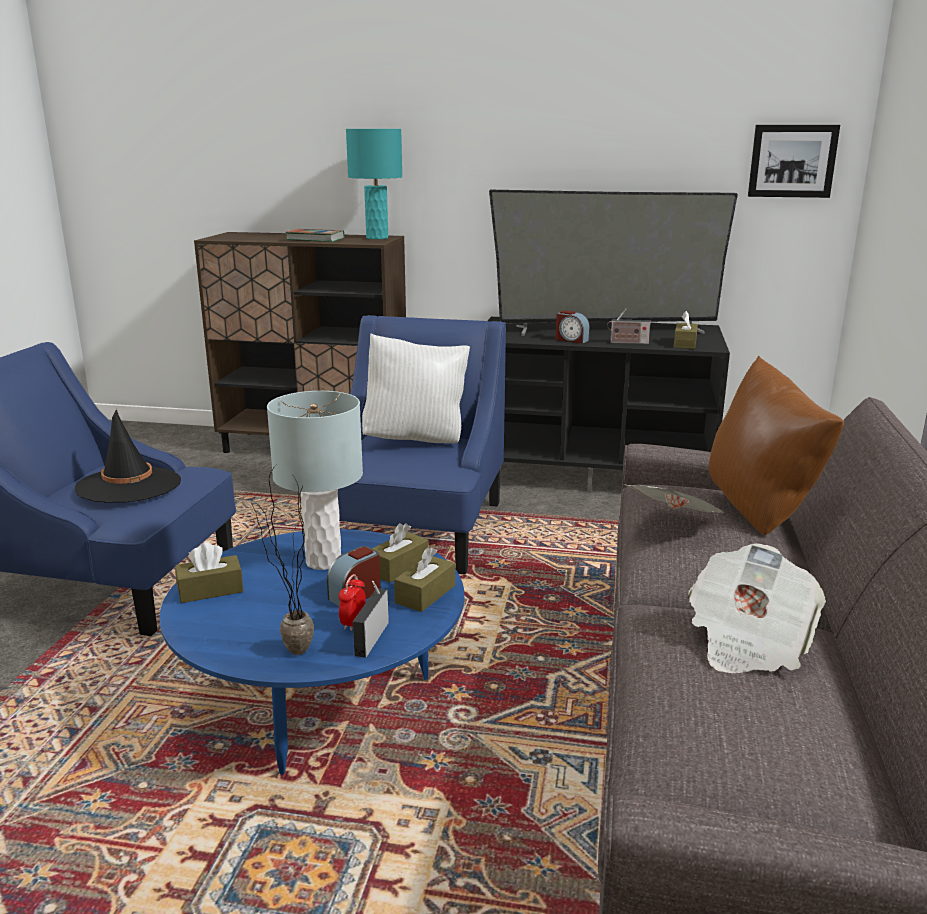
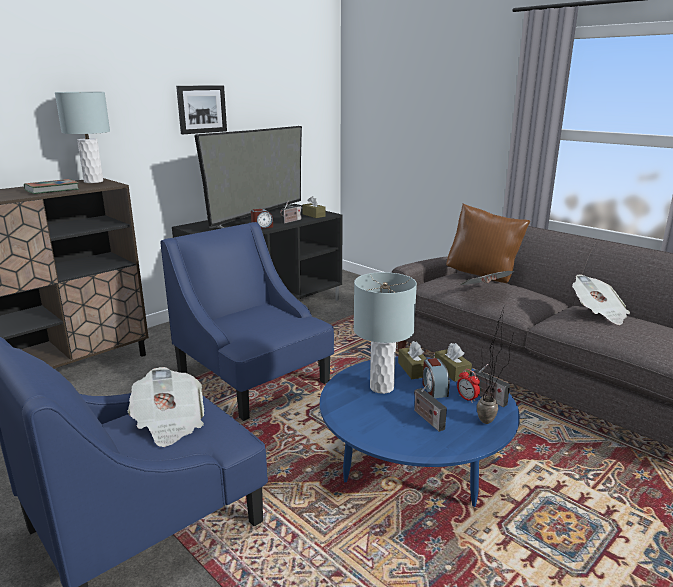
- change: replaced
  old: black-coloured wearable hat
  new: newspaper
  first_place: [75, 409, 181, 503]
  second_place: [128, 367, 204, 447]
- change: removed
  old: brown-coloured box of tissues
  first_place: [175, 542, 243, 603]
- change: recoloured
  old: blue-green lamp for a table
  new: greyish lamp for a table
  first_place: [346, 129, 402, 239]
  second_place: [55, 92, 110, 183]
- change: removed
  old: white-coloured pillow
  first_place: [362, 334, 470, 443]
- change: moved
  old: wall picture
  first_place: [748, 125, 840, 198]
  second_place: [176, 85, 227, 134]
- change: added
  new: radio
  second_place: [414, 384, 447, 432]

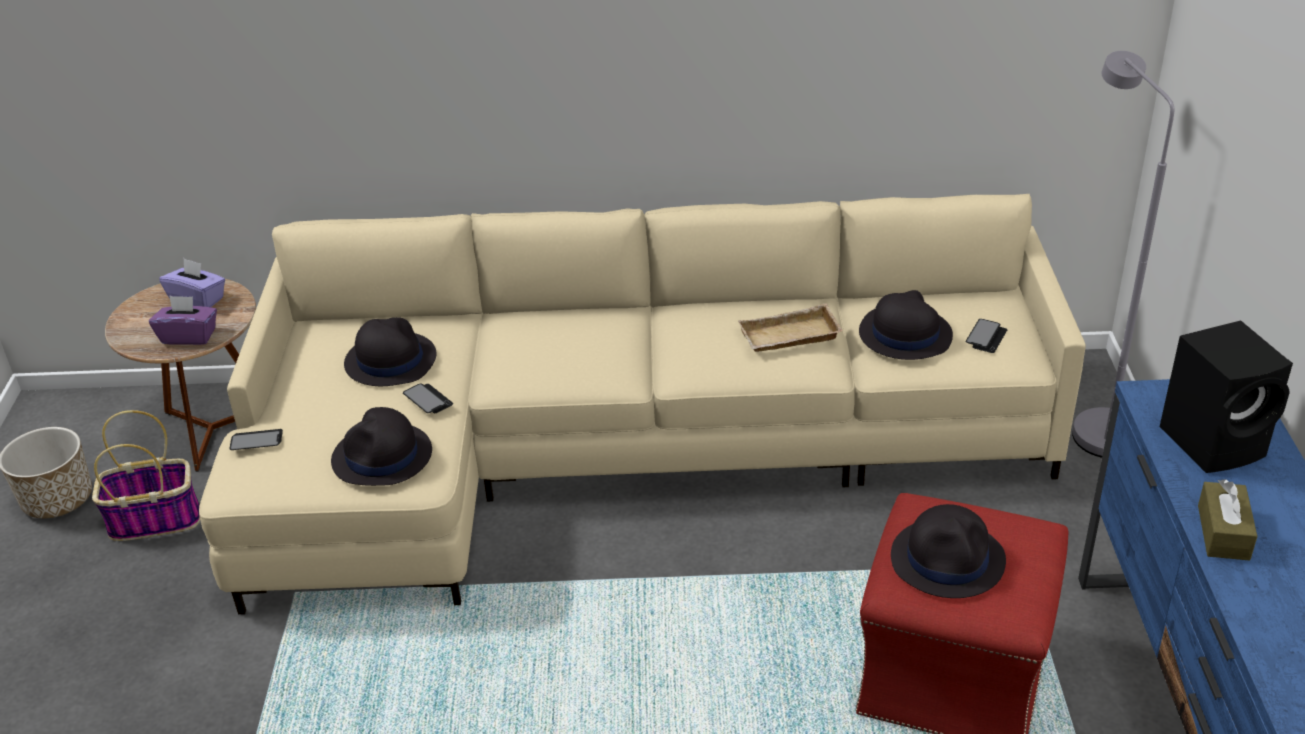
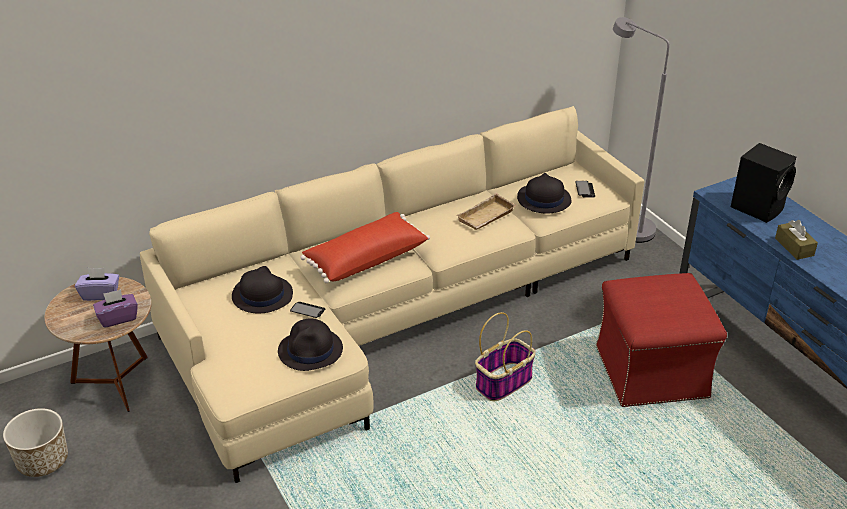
- change: moved
  old: storage basket
  first_place: [92, 410, 200, 541]
  second_place: [475, 312, 536, 401]
- change: removed
  old: phone
  first_place: [230, 429, 283, 450]
- change: removed
  old: black-coloured wearable hat
  first_place: [891, 504, 1006, 598]
- change: added
  new: red pillow
  second_place: [300, 212, 430, 283]

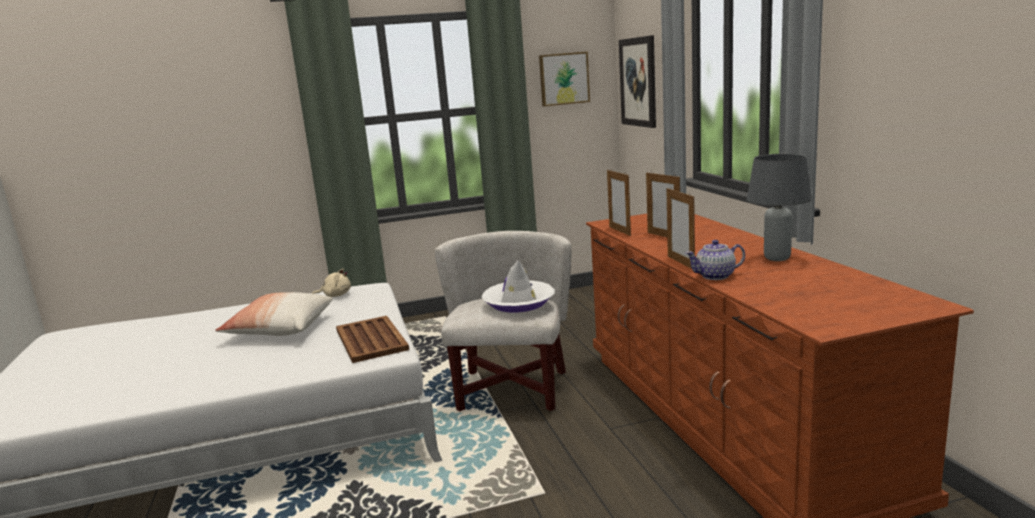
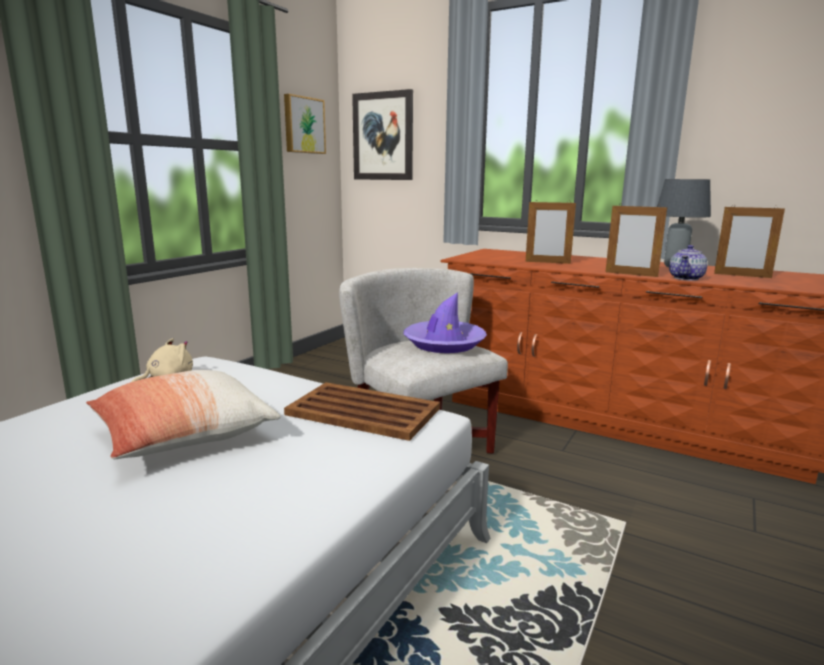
- change: recoloured
  old: white-coloured wearable hat
  new: purple-coloured wearable hat
  first_place: [482, 260, 555, 312]
  second_place: [404, 292, 487, 353]
- change: moved
  old: photo frame
  first_place: [607, 168, 631, 236]
  second_place: [714, 206, 785, 278]

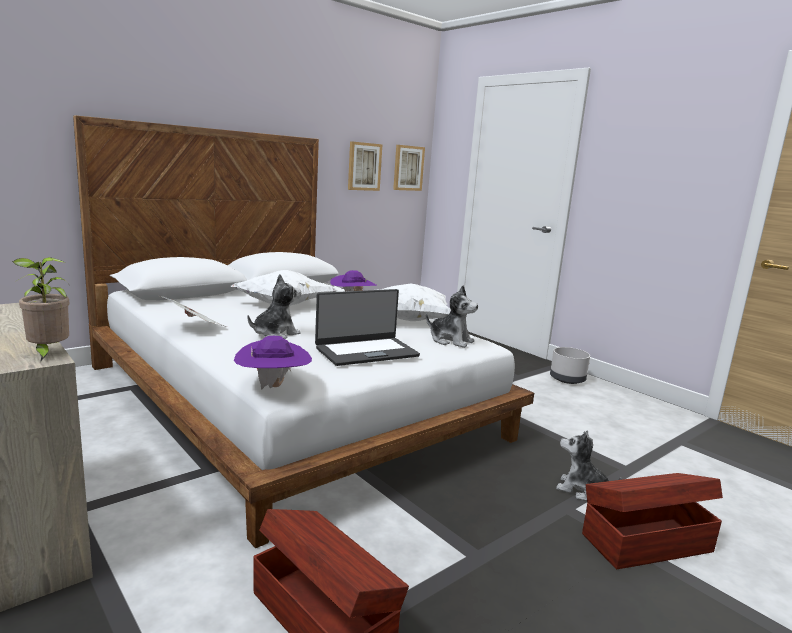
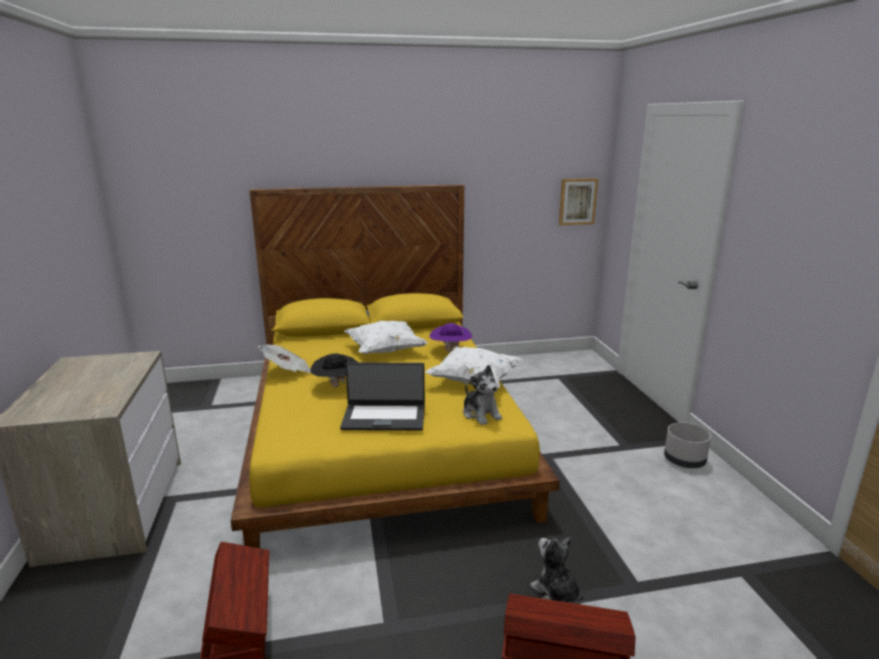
- change: removed
  old: potted plant
  first_place: [12, 257, 70, 362]
- change: recoloured
  old: white-coloured bedroom bed
  new: yellow bedroom bed
  first_place: [73, 115, 534, 548]
  second_place: [231, 184, 560, 548]
- change: removed
  old: purple-coloured wearable hat
  first_place: [234, 336, 312, 390]
- change: replaced
  old: cuddly toy
  new: black-coloured wearable hat
  first_place: [248, 274, 301, 339]
  second_place: [310, 353, 358, 387]
- change: removed
  old: wall picture
  first_place: [348, 141, 382, 191]

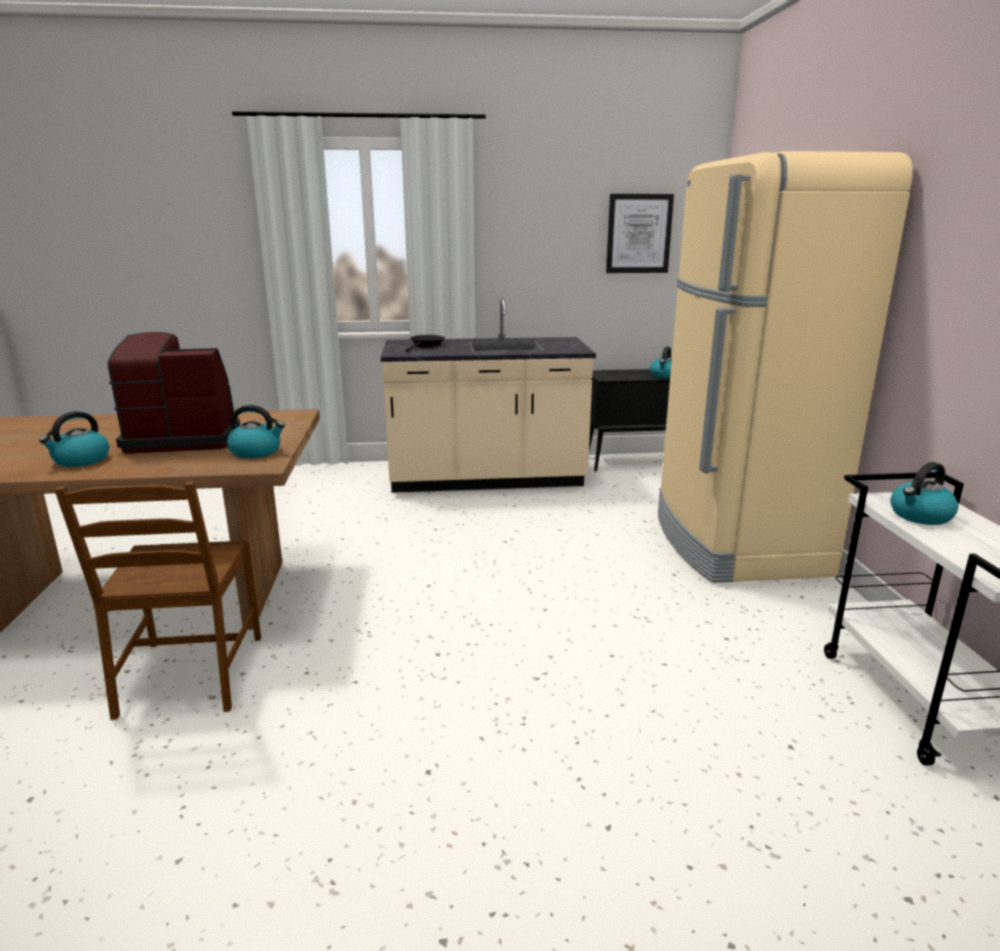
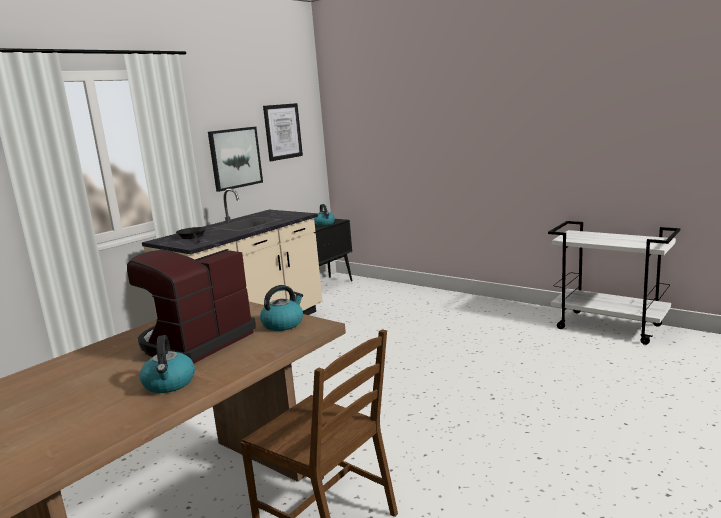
- change: removed
  old: beige-coloured fridge
  first_place: [658, 151, 913, 583]
- change: removed
  old: water kettle
  first_place: [890, 462, 958, 525]
- change: added
  new: wall picture
  second_place: [208, 127, 263, 192]

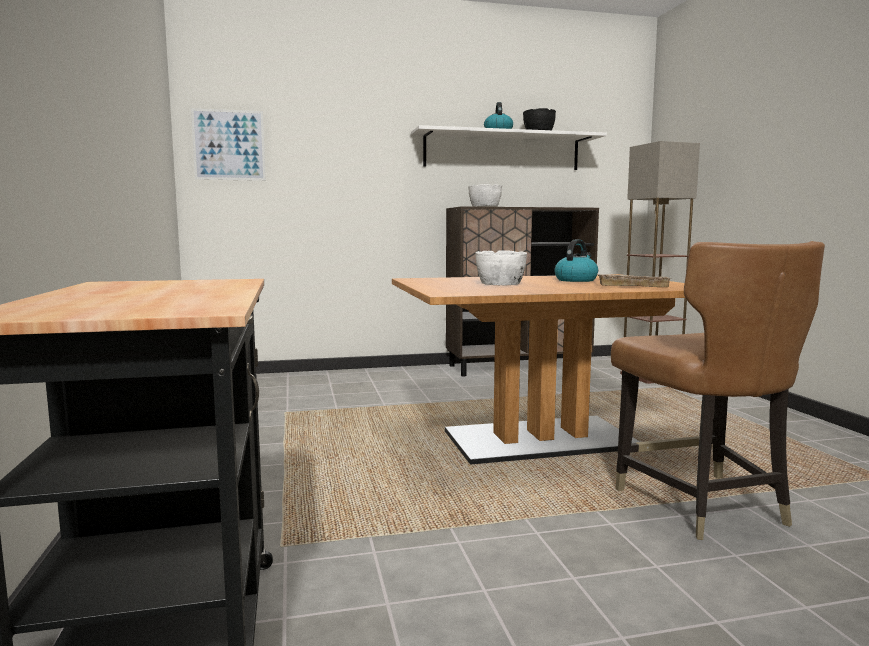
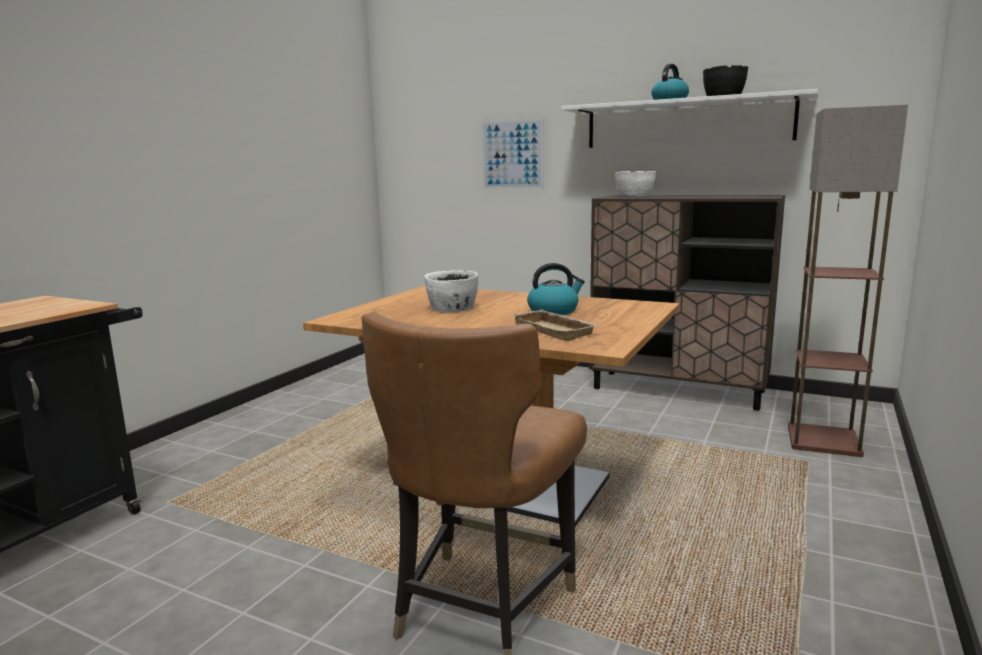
- change: moved
  old: wall picture
  first_place: [191, 108, 266, 181]
  second_place: [481, 118, 544, 189]

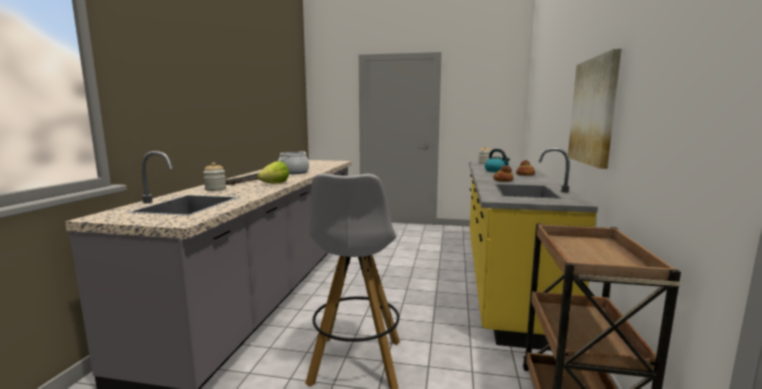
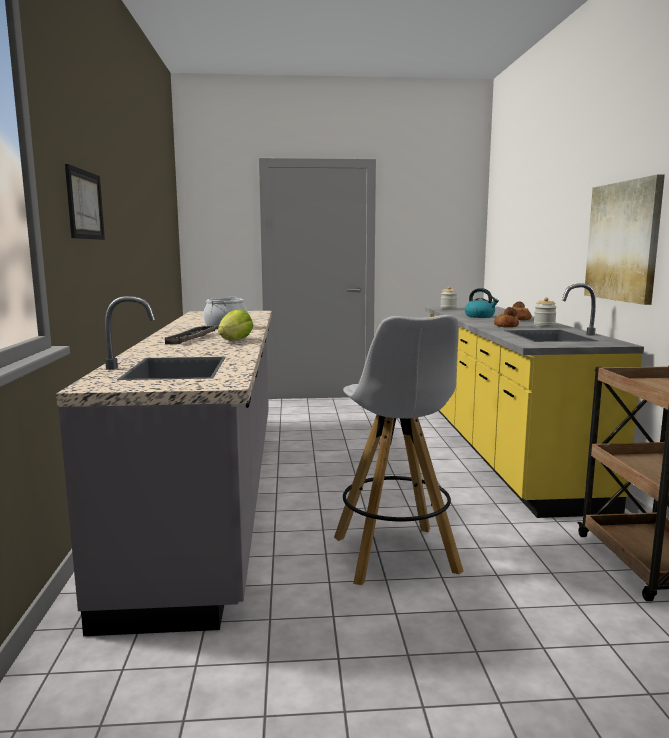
- change: moved
  old: storage jar
  first_place: [203, 163, 226, 191]
  second_place: [534, 297, 557, 327]
- change: added
  new: wall picture
  second_place: [65, 164, 105, 240]

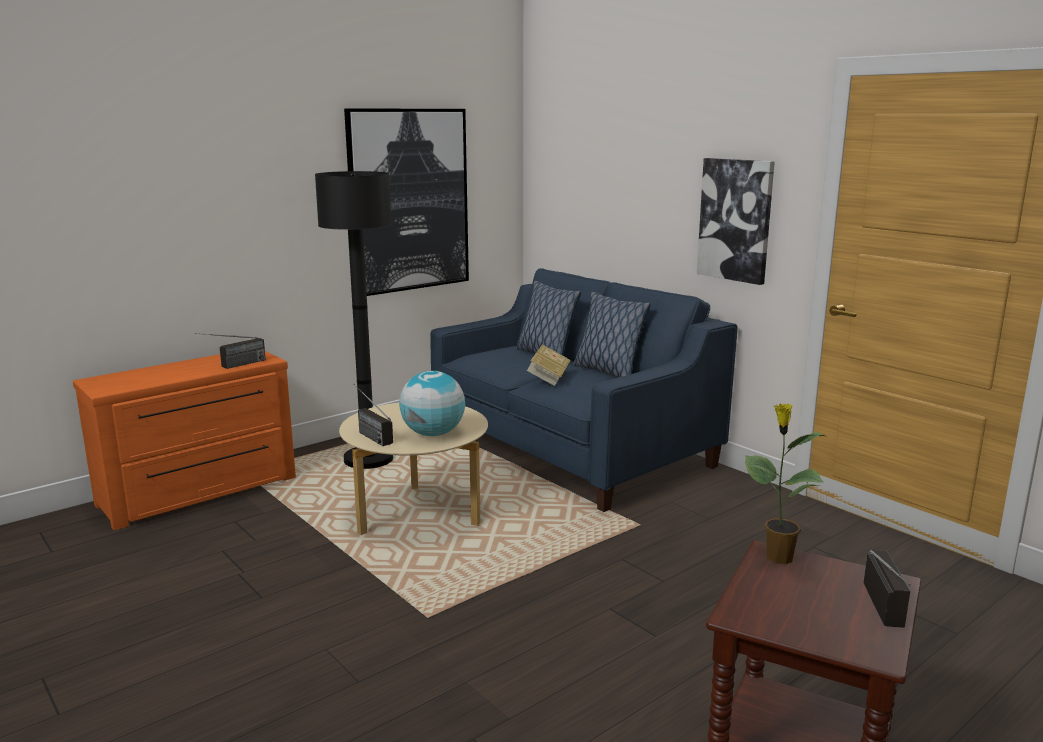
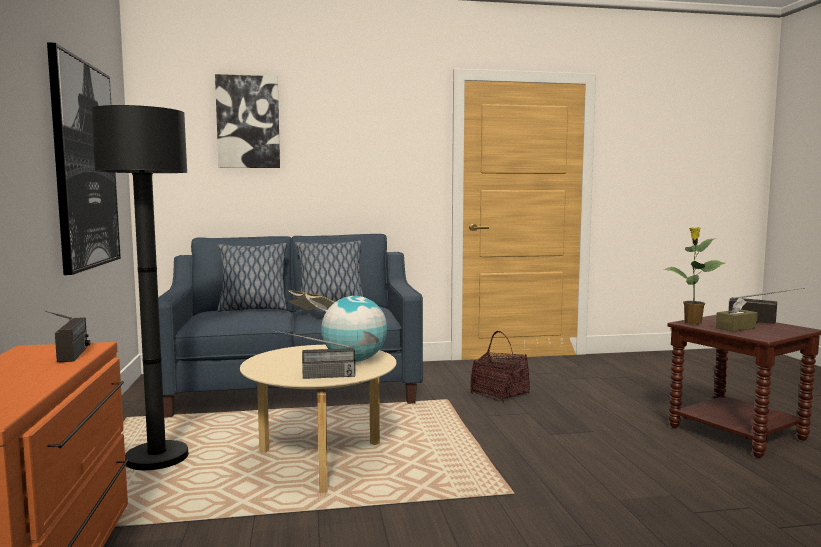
- change: moved
  old: wall picture
  first_place: [697, 158, 775, 285]
  second_place: [215, 74, 280, 168]
- change: added
  new: storage basket
  second_place: [470, 331, 530, 403]
- change: added
  new: brown-coloured box of tissues
  second_place: [716, 297, 758, 332]

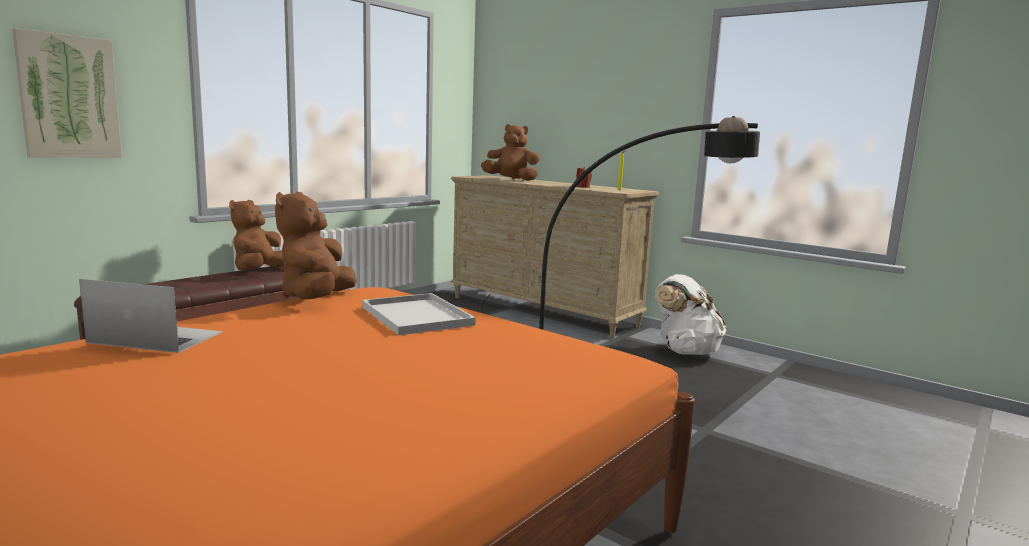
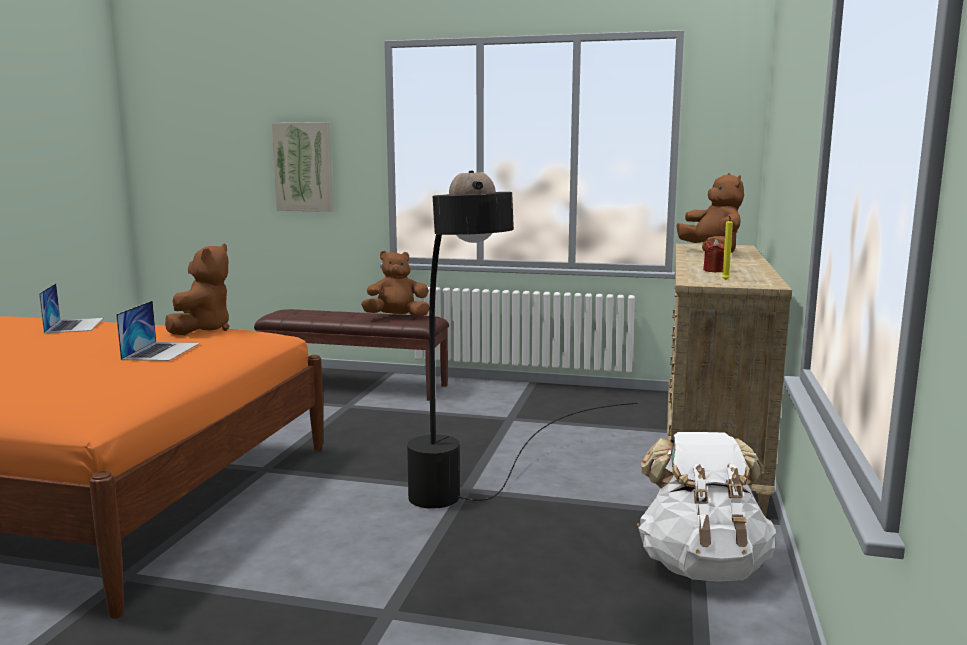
- change: turned
  old: brown-coloured cuddly toy
  first_place: [275, 192, 357, 300]
  second_place: [165, 244, 230, 335]
  degrees: 120
- change: replaced
  old: white-coloured carrying tray
  new: notebook computer
  first_place: [362, 293, 476, 335]
  second_place: [116, 301, 200, 361]

